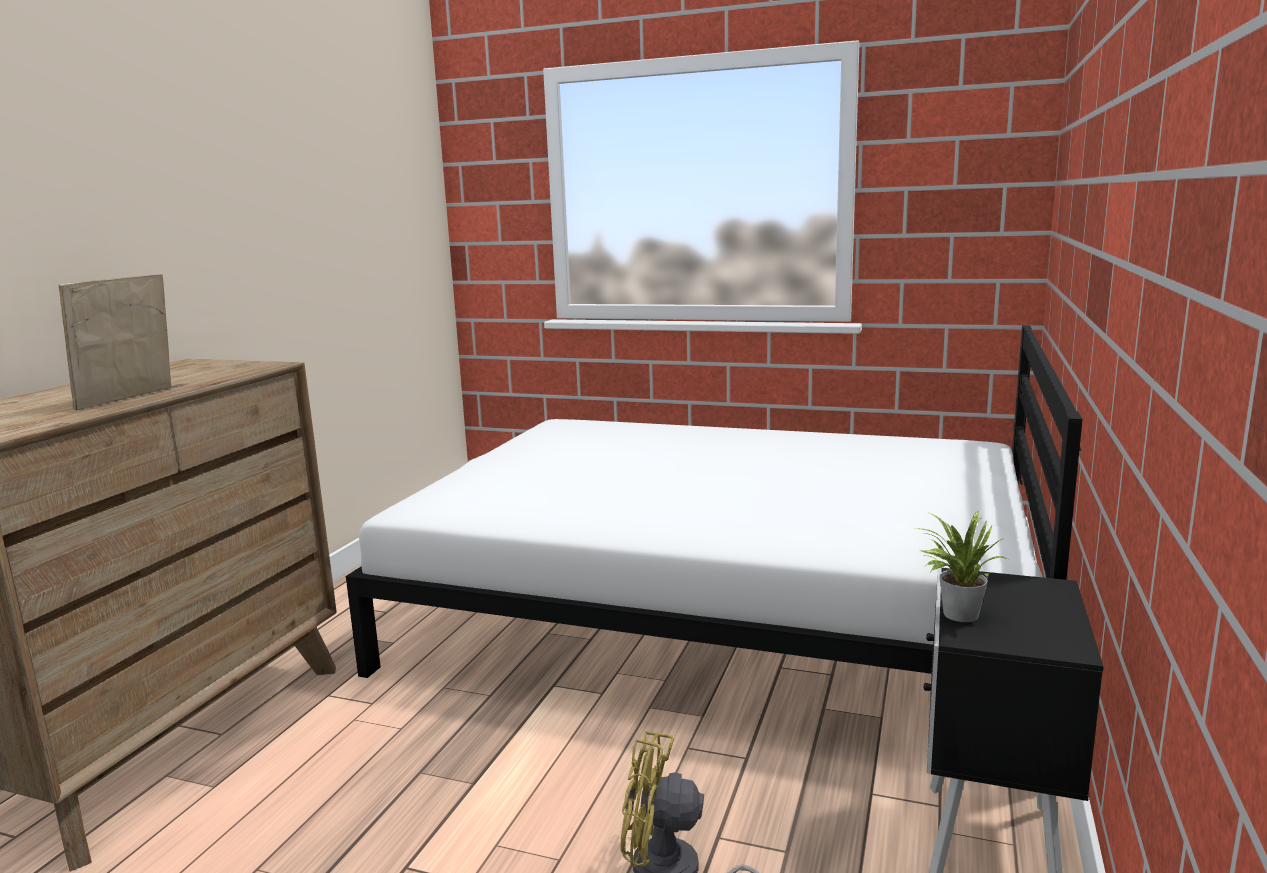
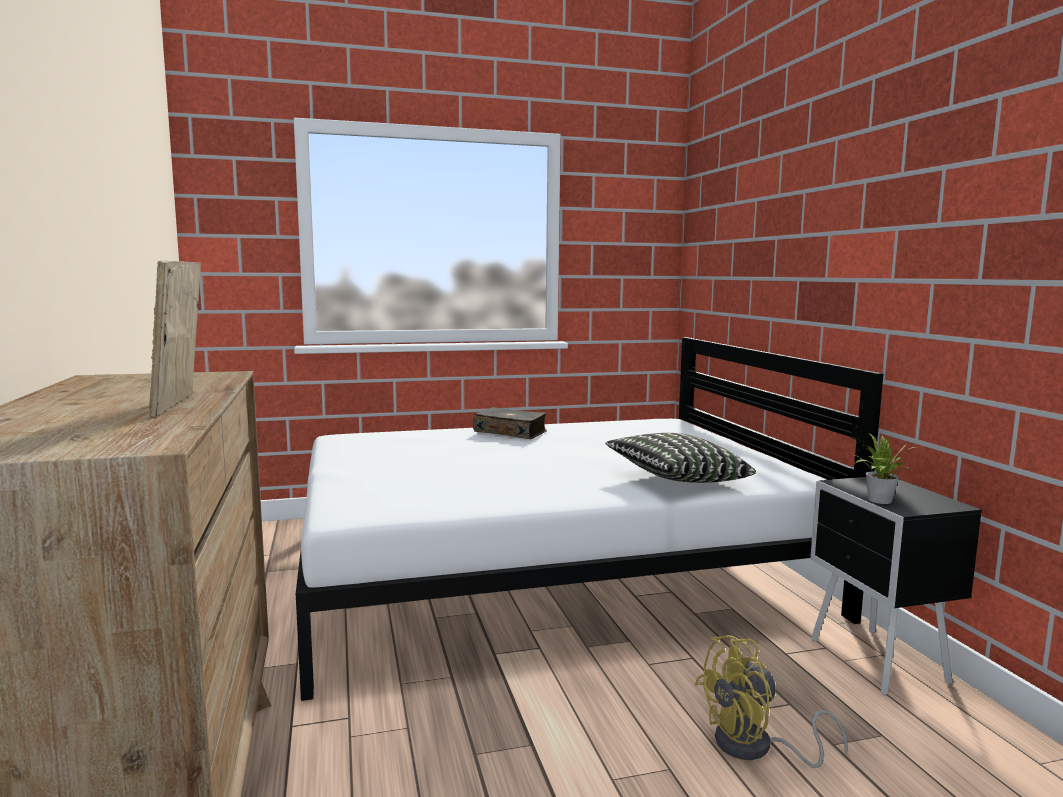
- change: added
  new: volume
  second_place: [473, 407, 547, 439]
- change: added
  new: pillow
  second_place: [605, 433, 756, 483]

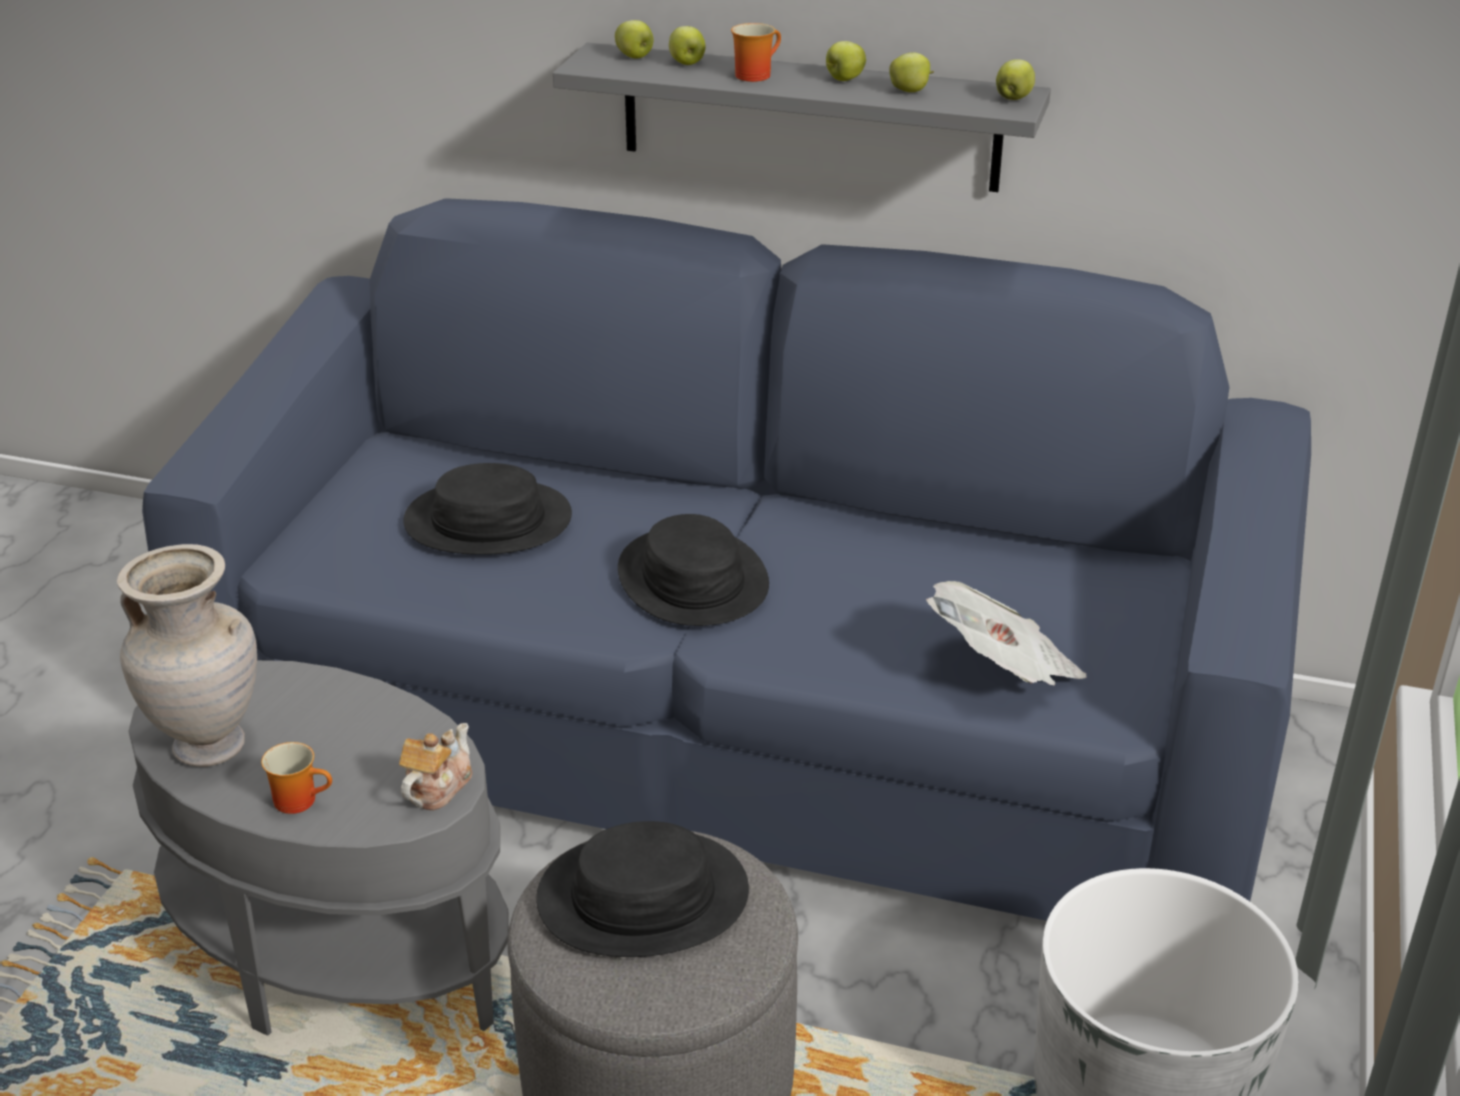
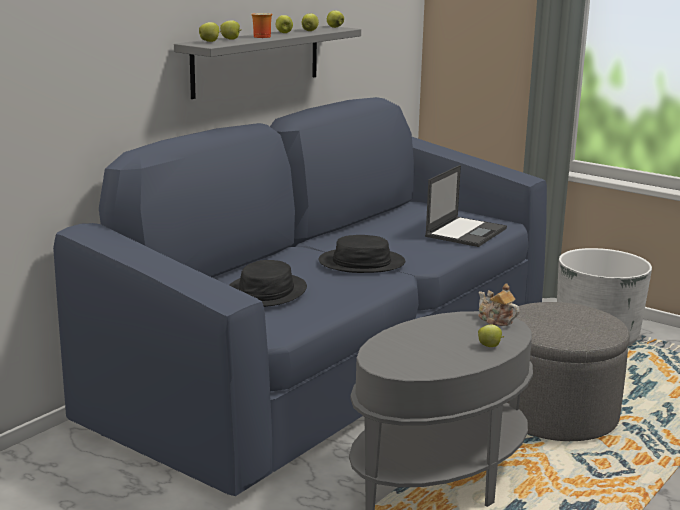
- change: removed
  old: beige-coloured flower vase
  first_place: [117, 544, 257, 767]
- change: replaced
  old: coffee mug
  new: apple fruit
  first_place: [261, 742, 332, 814]
  second_place: [478, 325, 504, 347]
- change: removed
  old: black-coloured wearable hat
  first_place: [536, 821, 749, 957]
- change: replaced
  old: newspaper
  new: notebook computer
  first_place: [926, 581, 1086, 685]
  second_place: [425, 165, 507, 247]

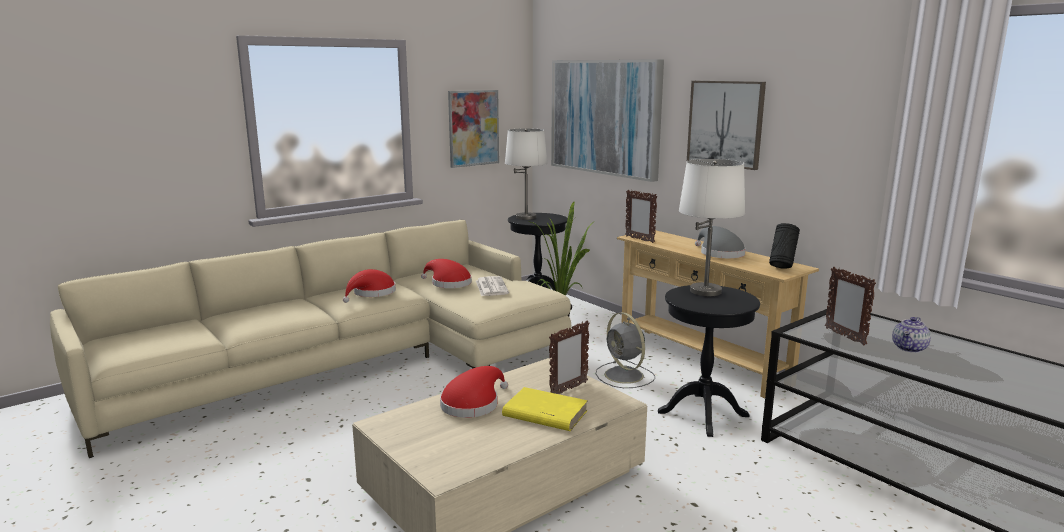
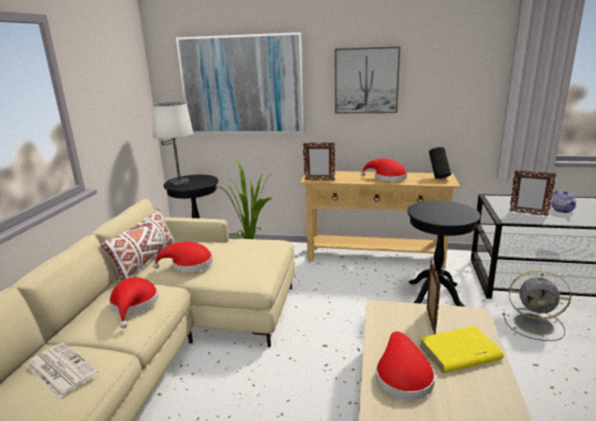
- change: removed
  old: wall picture
  first_place: [448, 90, 499, 168]
- change: moved
  old: newspaper
  first_place: [476, 276, 509, 296]
  second_place: [26, 343, 99, 398]
- change: moved
  old: greyish cooling fan
  first_place: [596, 312, 655, 388]
  second_place: [502, 270, 571, 341]
- change: removed
  old: white-coloured lamp for a table
  first_place: [679, 159, 745, 296]
- change: recoloured
  old: greyish wearable hat
  new: red wearable hat
  first_place: [695, 226, 746, 258]
  second_place: [361, 158, 407, 181]
- change: added
  new: white-coloured pillow
  second_place: [100, 208, 175, 281]

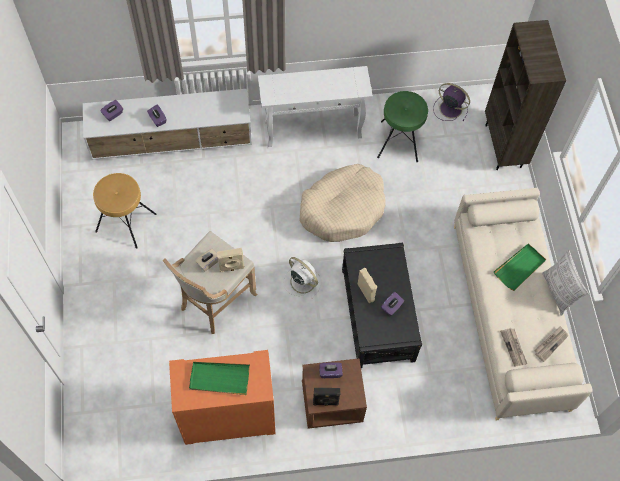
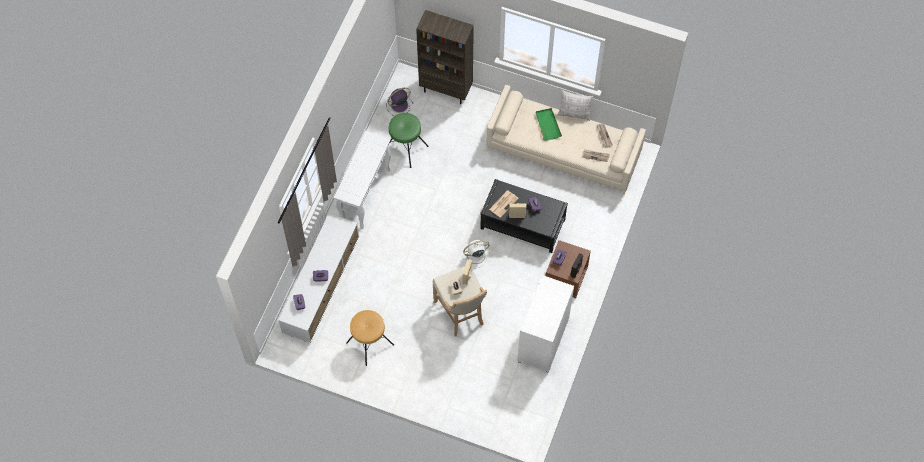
- change: recoloured
  old: orange cupboard
  new: white-coloured cupboard
  first_place: [169, 350, 275, 445]
  second_place: [517, 275, 574, 373]
- change: removed
  old: greenish carrying tray
  first_place: [189, 362, 250, 395]
- change: removed
  old: beige-coloured dog bed
  first_place: [299, 164, 385, 242]
- change: added
  new: newspaper
  second_place: [489, 191, 519, 218]

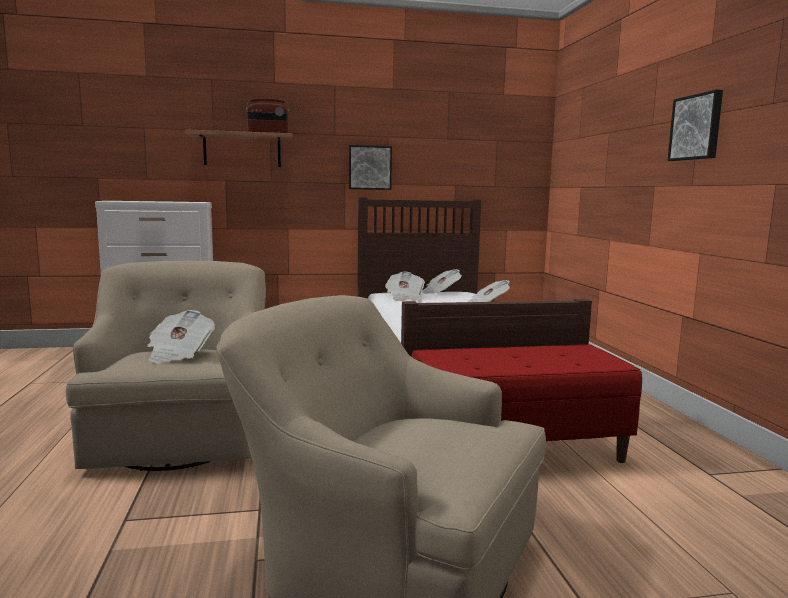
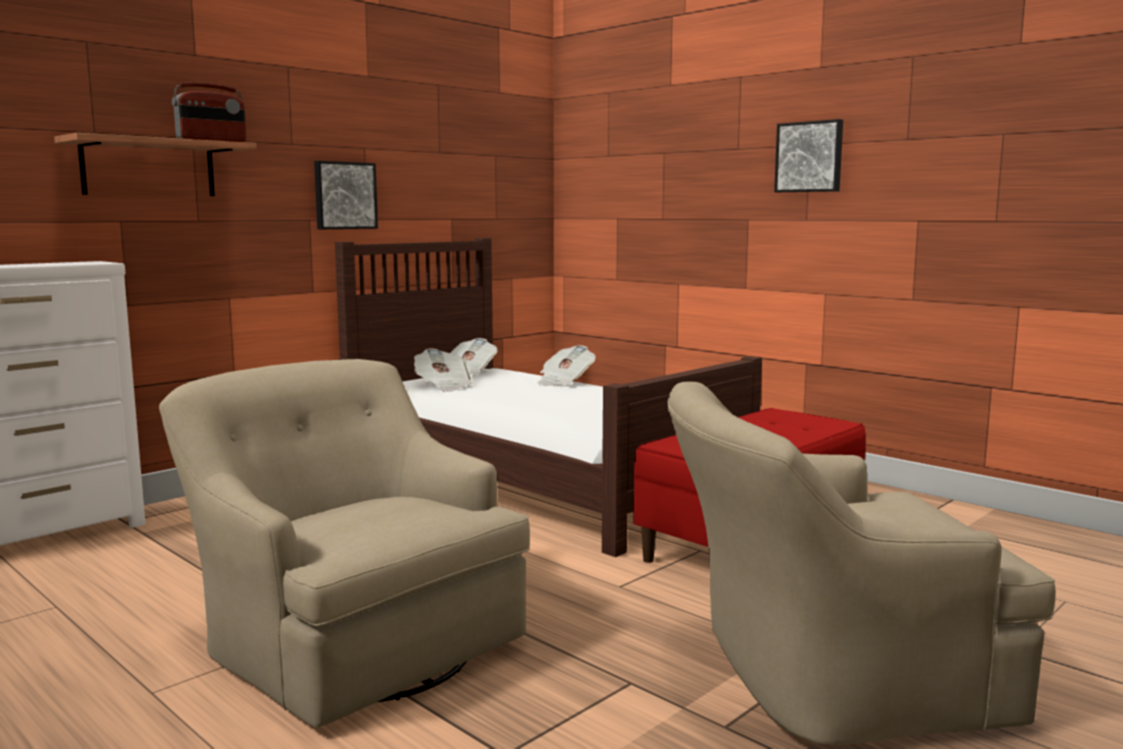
- change: removed
  old: newspaper
  first_place: [147, 310, 215, 363]

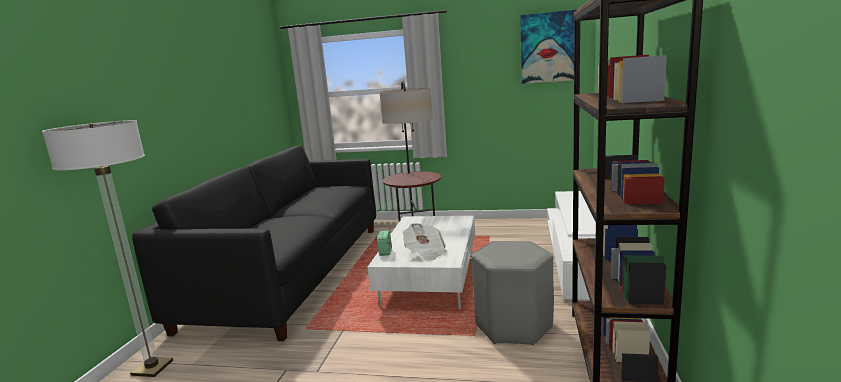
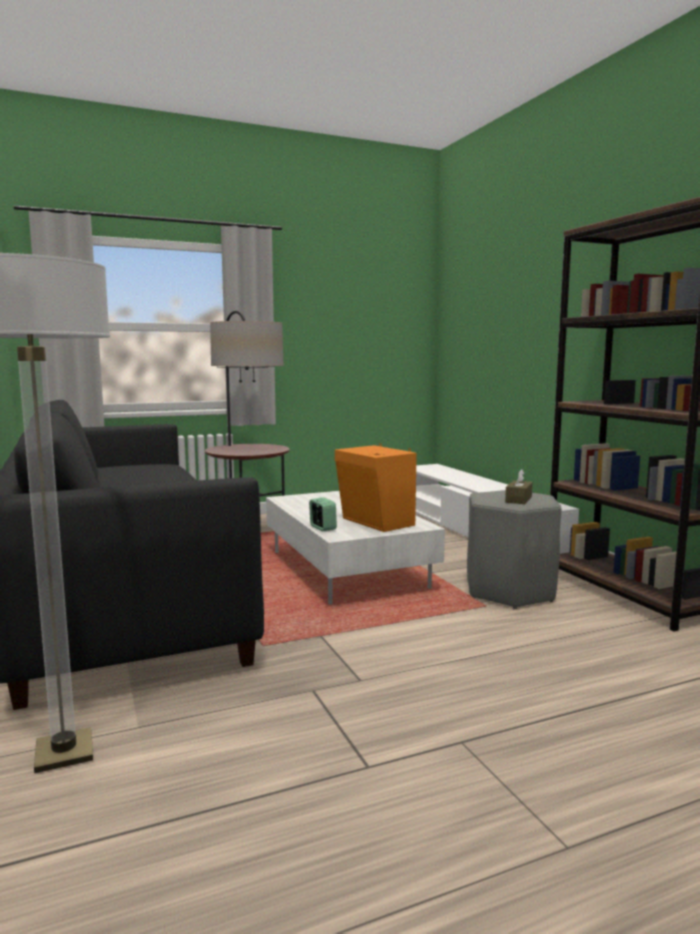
- change: replaced
  old: newspaper
  new: orange speaker
  first_place: [403, 223, 447, 262]
  second_place: [335, 443, 417, 532]
- change: removed
  old: wall picture
  first_place: [520, 10, 576, 84]
- change: added
  new: brown-coloured box of tissues
  second_place: [505, 469, 532, 504]

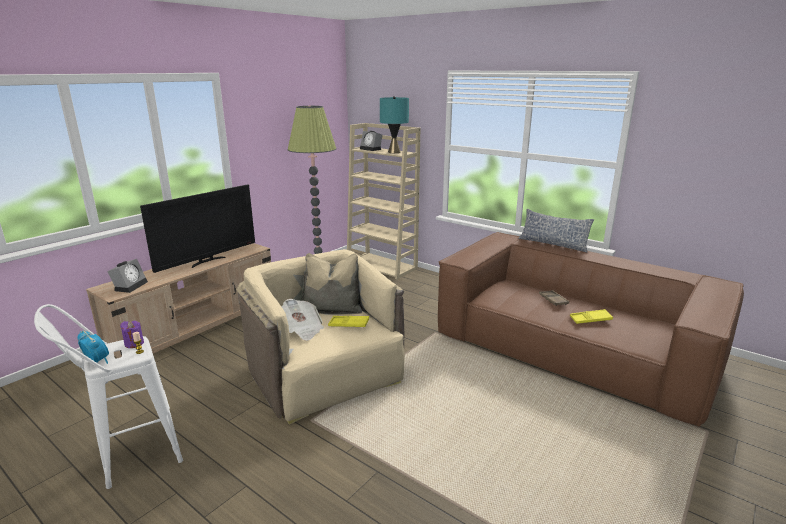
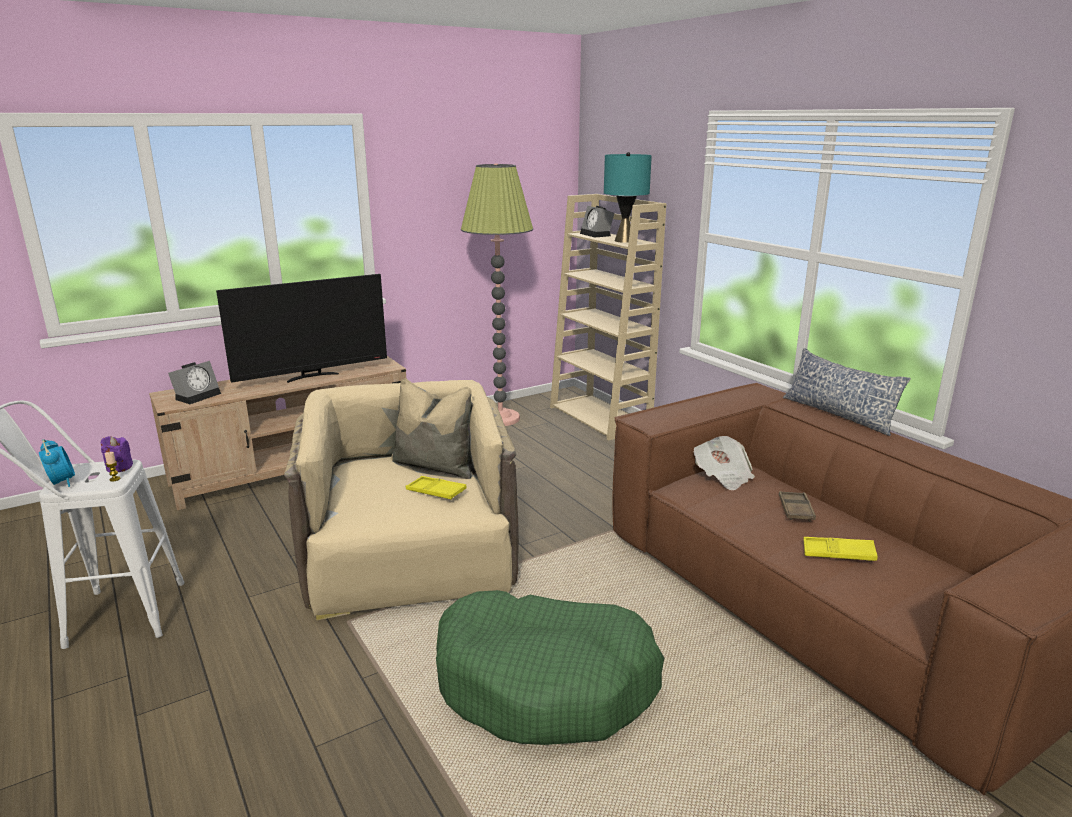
- change: moved
  old: newspaper
  first_place: [281, 299, 324, 341]
  second_place: [694, 436, 755, 491]
- change: added
  new: greenish dog bed
  second_place: [436, 590, 664, 745]

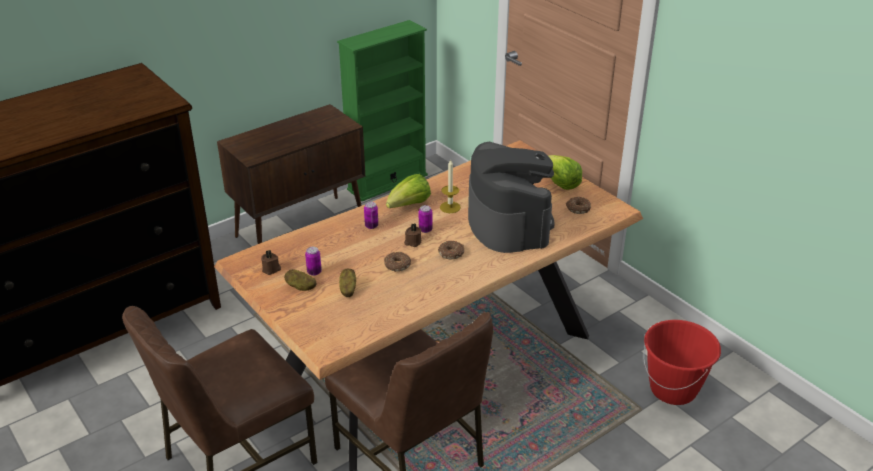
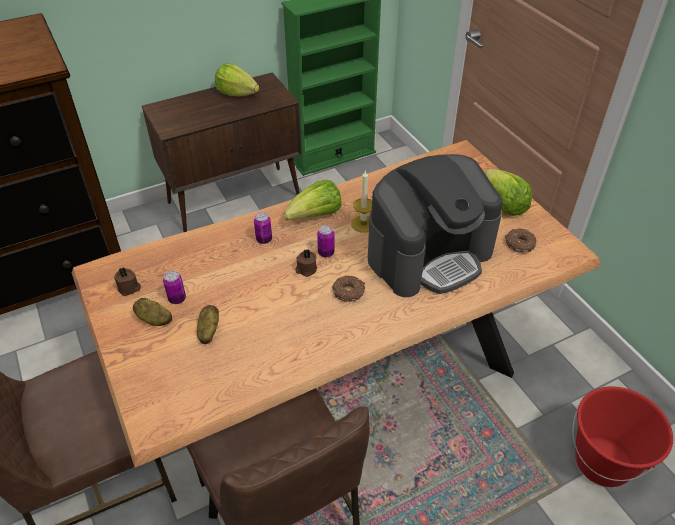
- change: removed
  old: doughnut
  first_place: [384, 252, 411, 272]
- change: turned
  old: coffee brewer
  first_place: [468, 142, 554, 253]
  second_place: [368, 154, 503, 297]
  degrees: 60
- change: added
  new: lettuce head
  second_place: [215, 63, 259, 96]

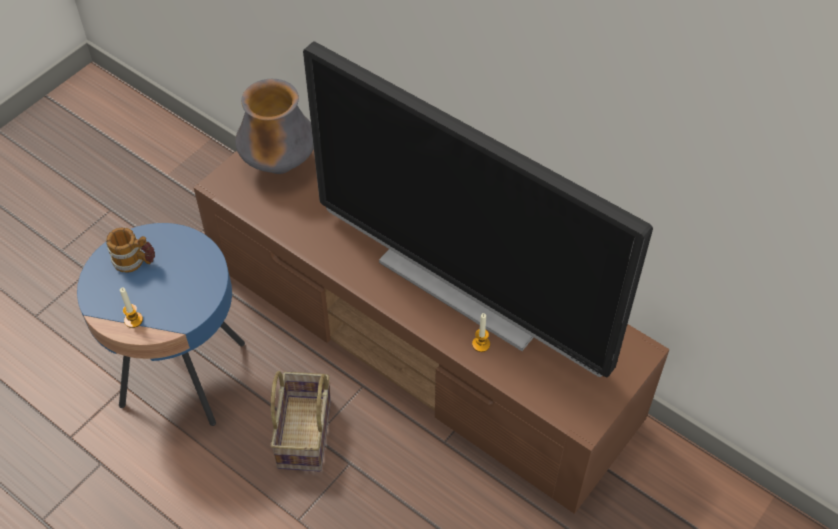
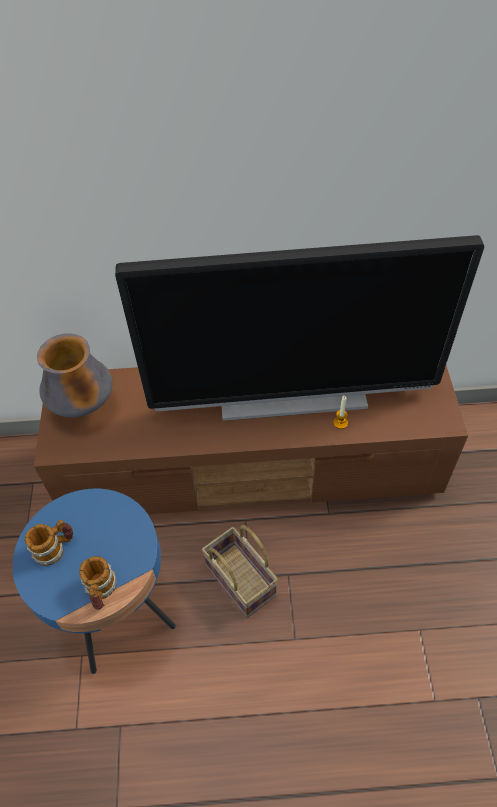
- change: replaced
  old: wax light
  new: coffee mug
  first_place: [120, 288, 143, 328]
  second_place: [79, 556, 117, 609]

